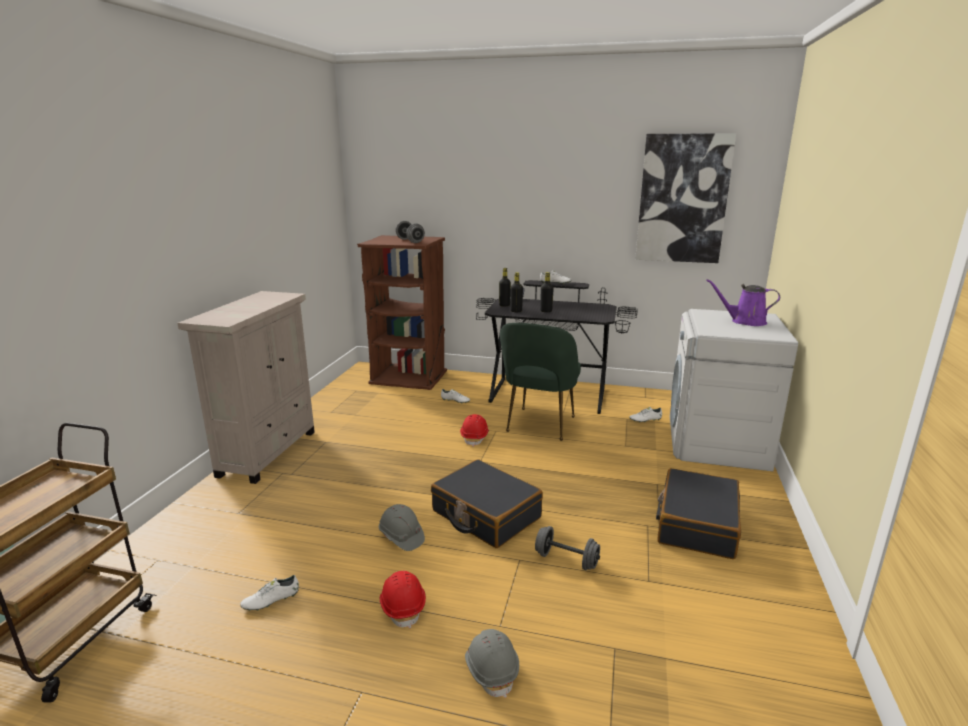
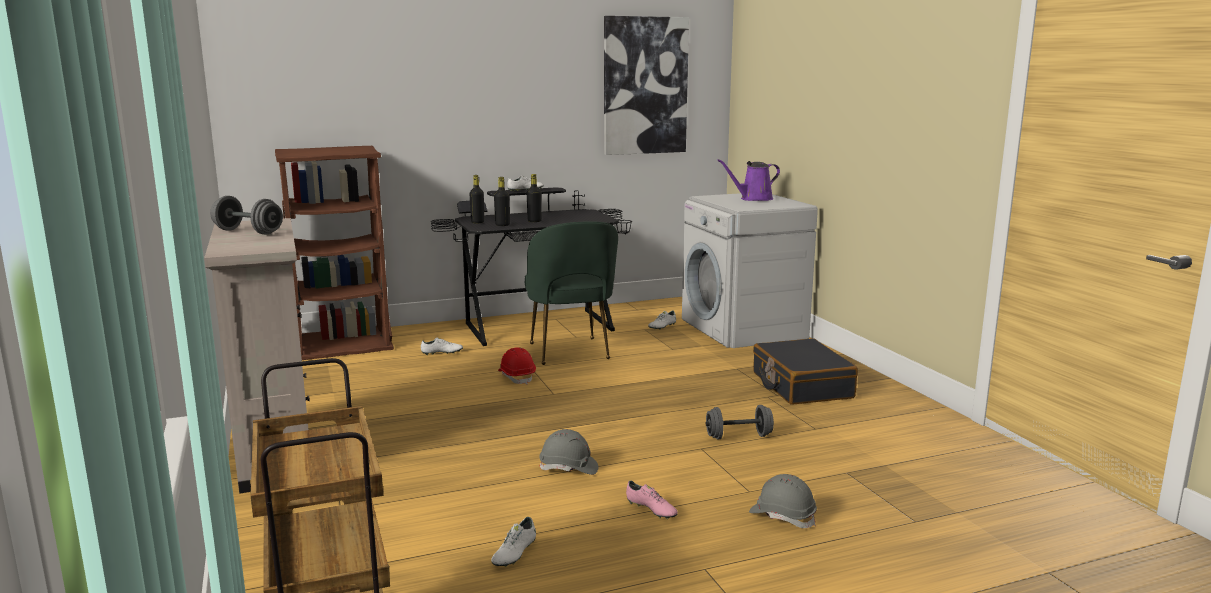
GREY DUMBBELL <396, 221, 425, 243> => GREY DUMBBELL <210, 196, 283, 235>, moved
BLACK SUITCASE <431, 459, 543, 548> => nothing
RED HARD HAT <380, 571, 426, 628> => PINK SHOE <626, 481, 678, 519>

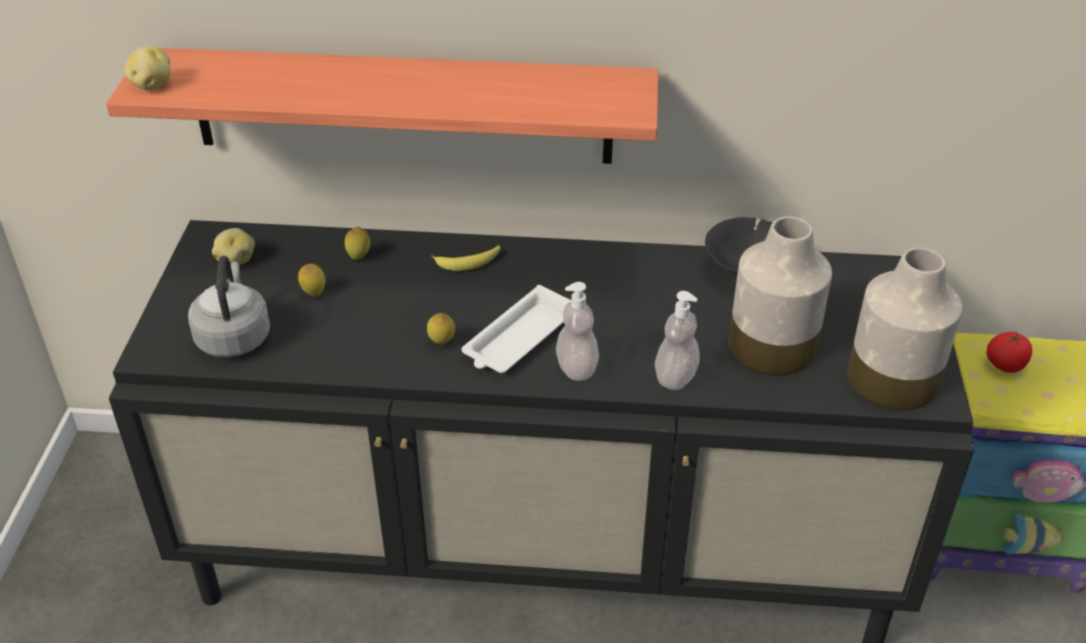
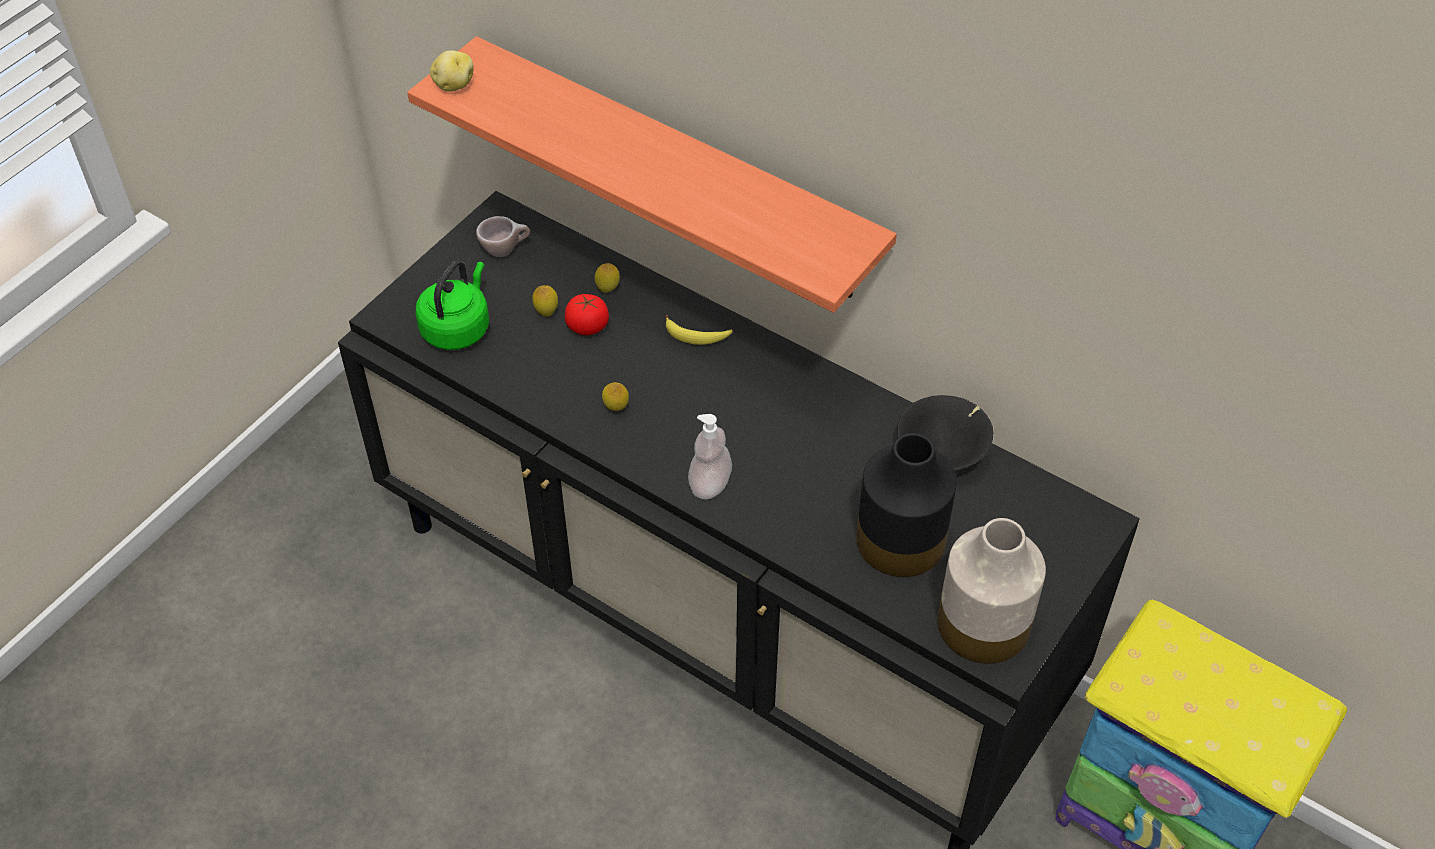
BEIGE VASE <729, 216, 832, 375> => BLACK VASE <856, 433, 956, 577>
POTATO <212, 228, 255, 265> => BEIGE CUP <476, 216, 530, 257>
GREY KETTLE <188, 256, 270, 357> => GREEN KETTLE <415, 260, 489, 350>
WHITE TRAY <462, 285, 571, 373> => nothing
SOAP DISPENSER <655, 291, 700, 390> => nothing
TOMATO <986, 332, 1032, 373> => TOMATO <565, 294, 609, 335>, moved

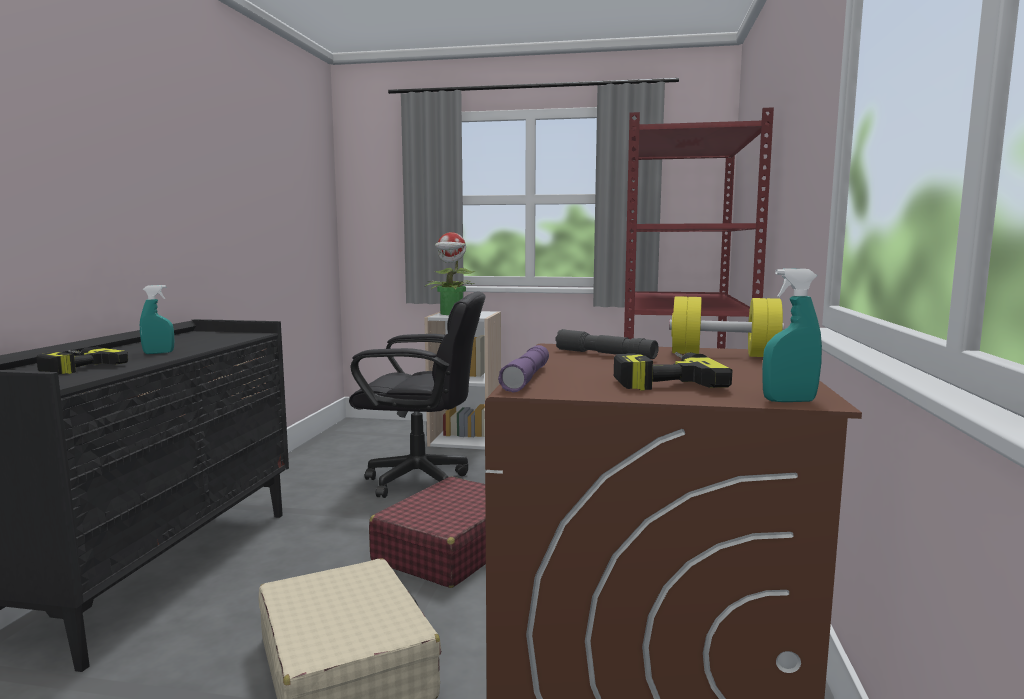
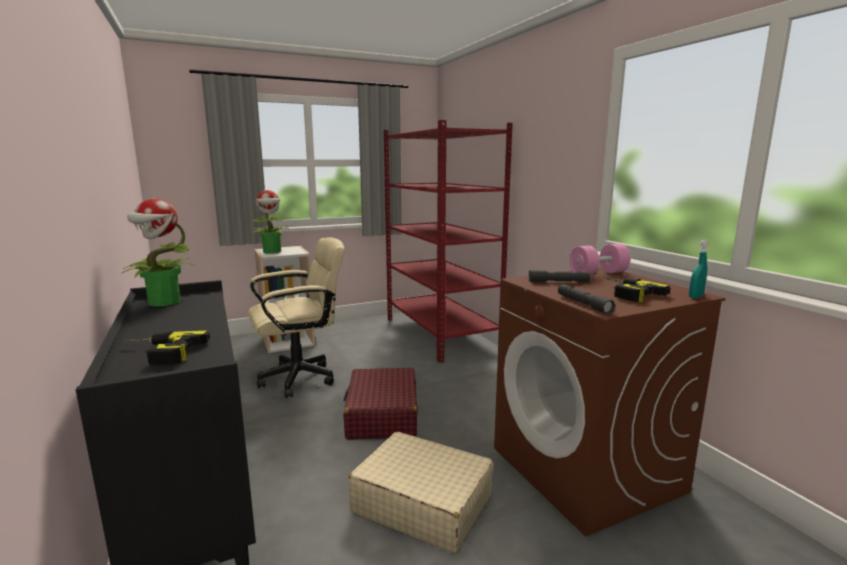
TURQUOISE SPRAY BOTTLE <140, 285, 174, 354> => nothing
BLACK OFFICE CHAIR <349, 292, 485, 498> => BEIGE OFFICE CHAIR <248, 237, 345, 398>
YELLOW DUMBBELL <669, 296, 784, 357> => PINK DUMBBELL <569, 243, 631, 275>
PURPLE FLASHLIGHT <498, 345, 549, 393> => GREY FLASHLIGHT <558, 284, 615, 314>
nothing => POTTED PLANT <121, 199, 194, 306>

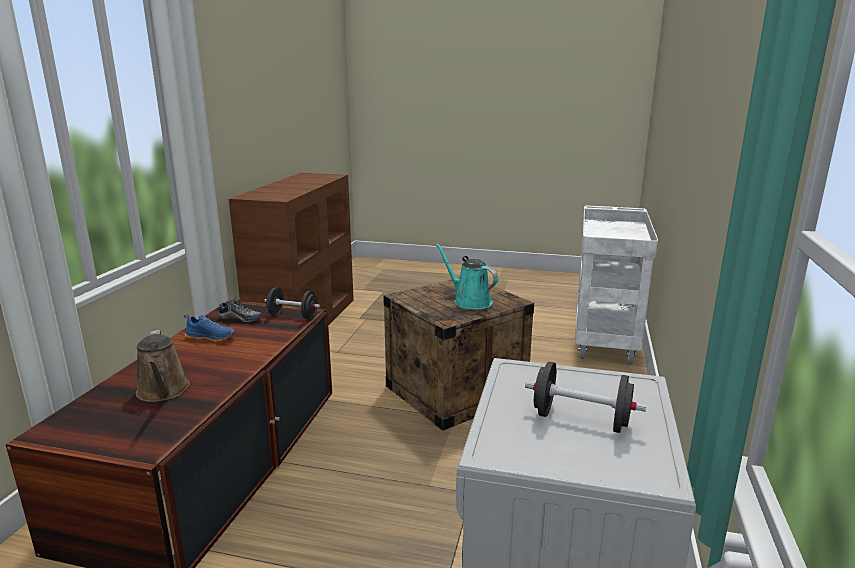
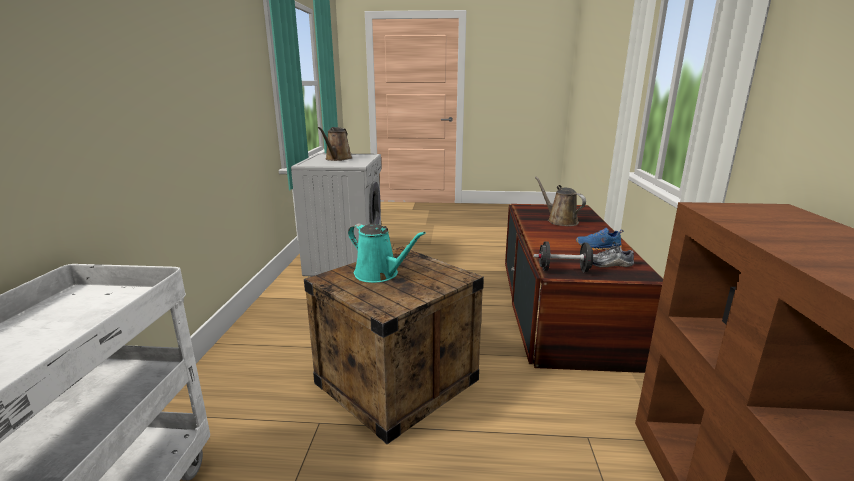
BLACK DUMBBELL <525, 361, 646, 433> => BROWN WATERING CAN <318, 127, 353, 161>

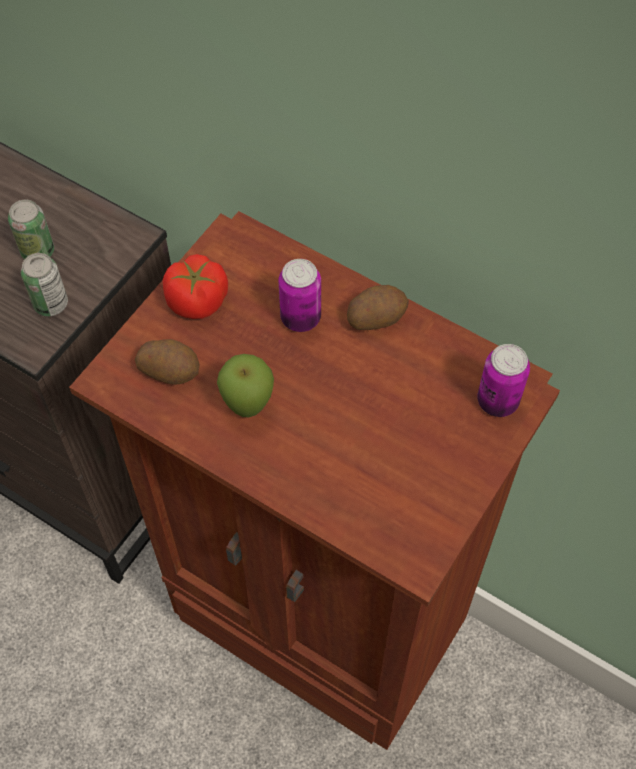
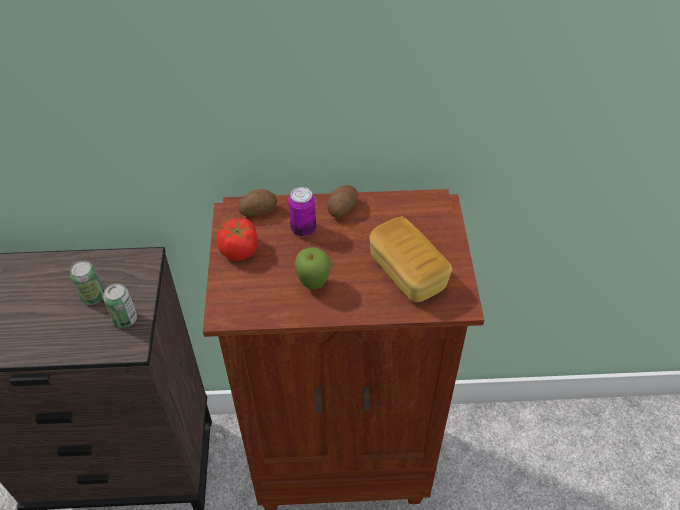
POTATO <135, 339, 200, 385> => POTATO <238, 189, 277, 217>, moved
CAN <477, 344, 530, 417> => nothing
nothing => BREAD <369, 217, 452, 303>

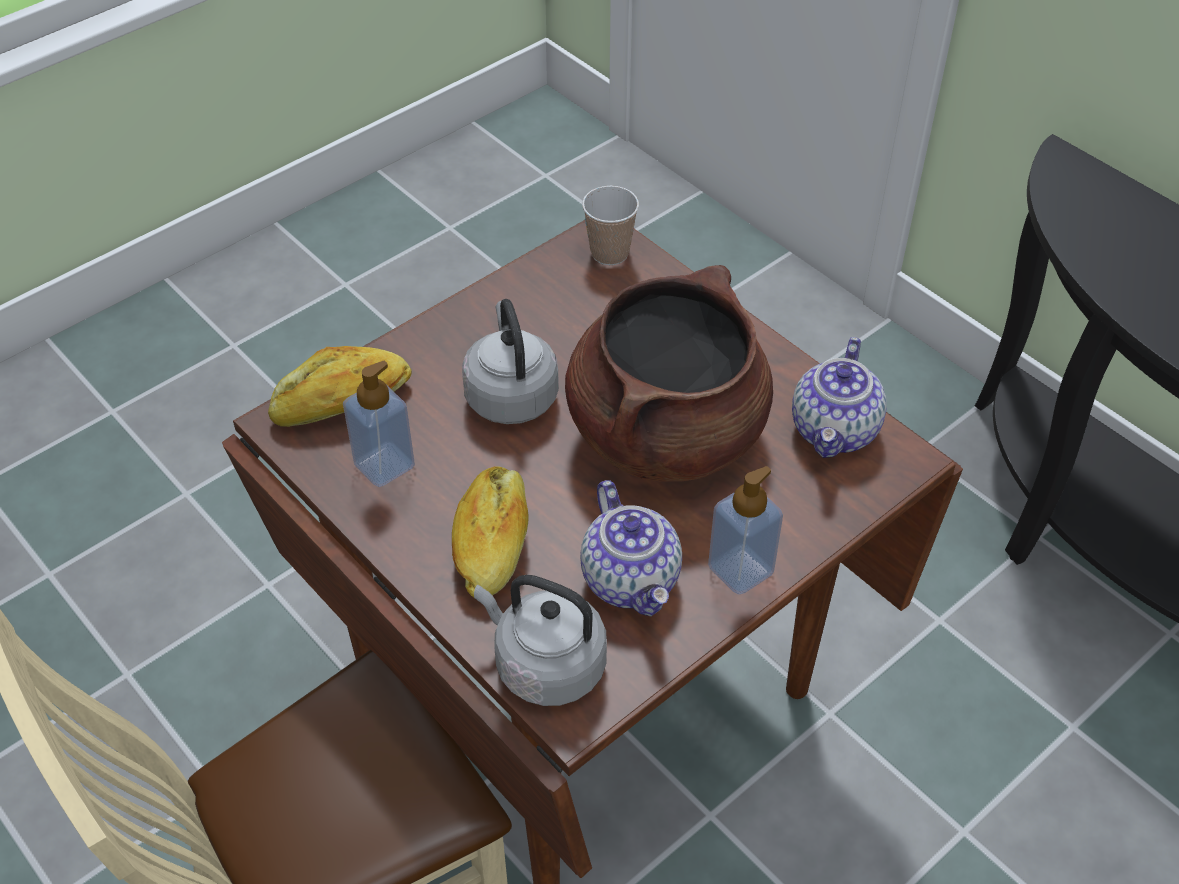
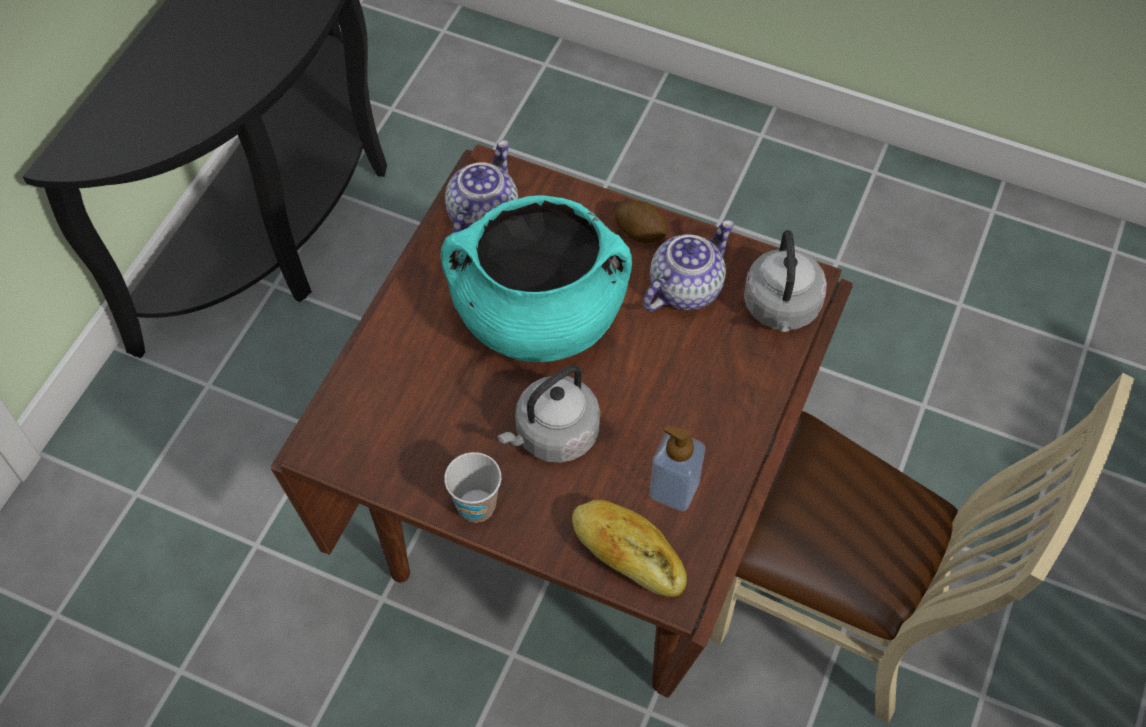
CUP <582, 186, 639, 265> => CUP <444, 452, 501, 523>, moved
BROWN COOKING POT <565, 265, 773, 481> => TURQUOISE COOKING POT <441, 195, 632, 362>
TEAPOT <792, 337, 887, 458> => TEAPOT <445, 140, 518, 233>, 60 degrees counterclockwise
BREAD <452, 466, 529, 597> => nothing
SOAP DISPENSER <708, 466, 783, 594> => POTATO <614, 200, 668, 243>

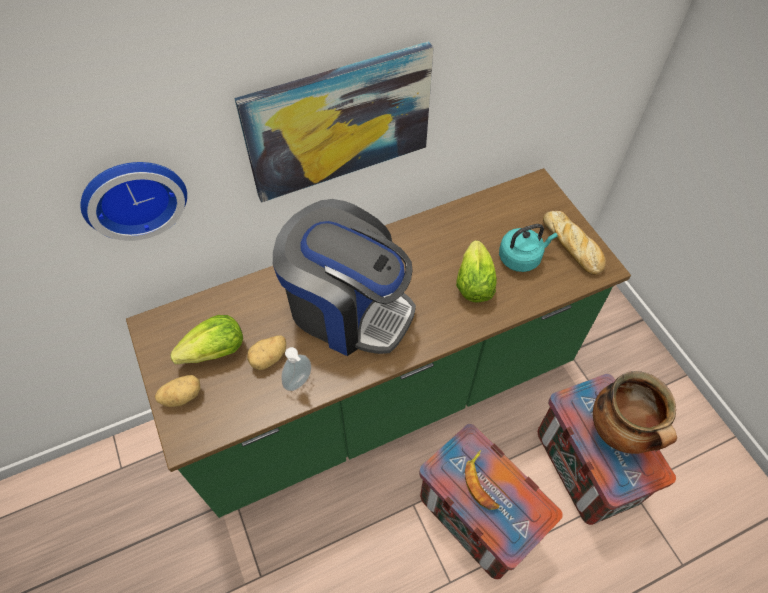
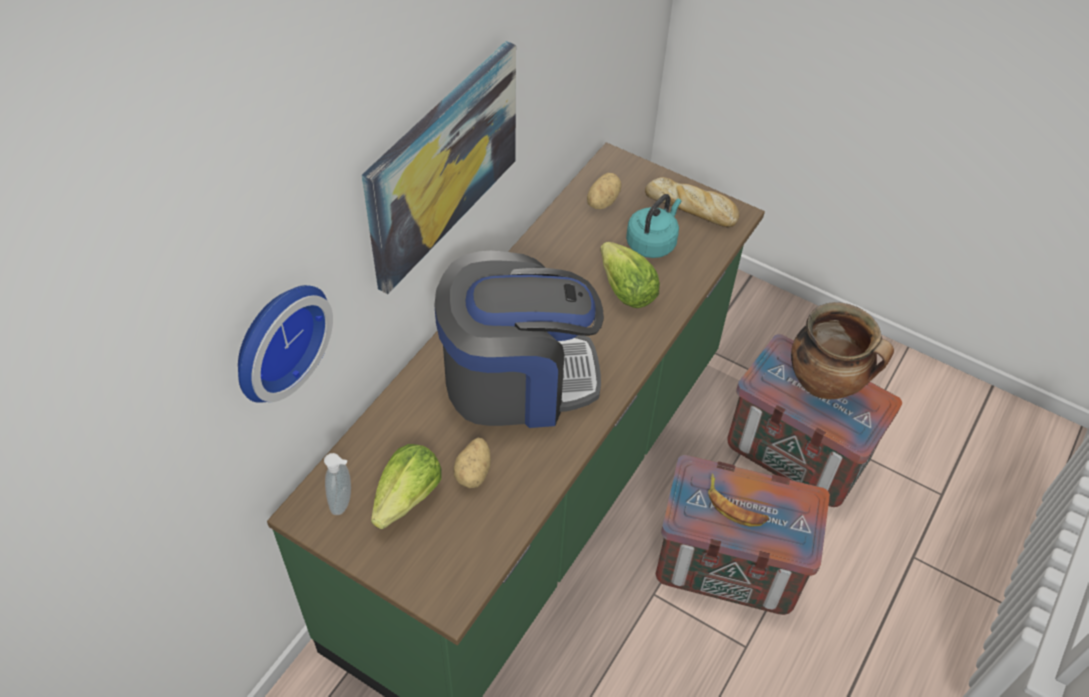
SOAP DISPENSER <281, 347, 311, 391> => SOAP DISPENSER <324, 453, 351, 515>, moved
POTATO <155, 375, 200, 407> => POTATO <587, 173, 621, 209>, moved

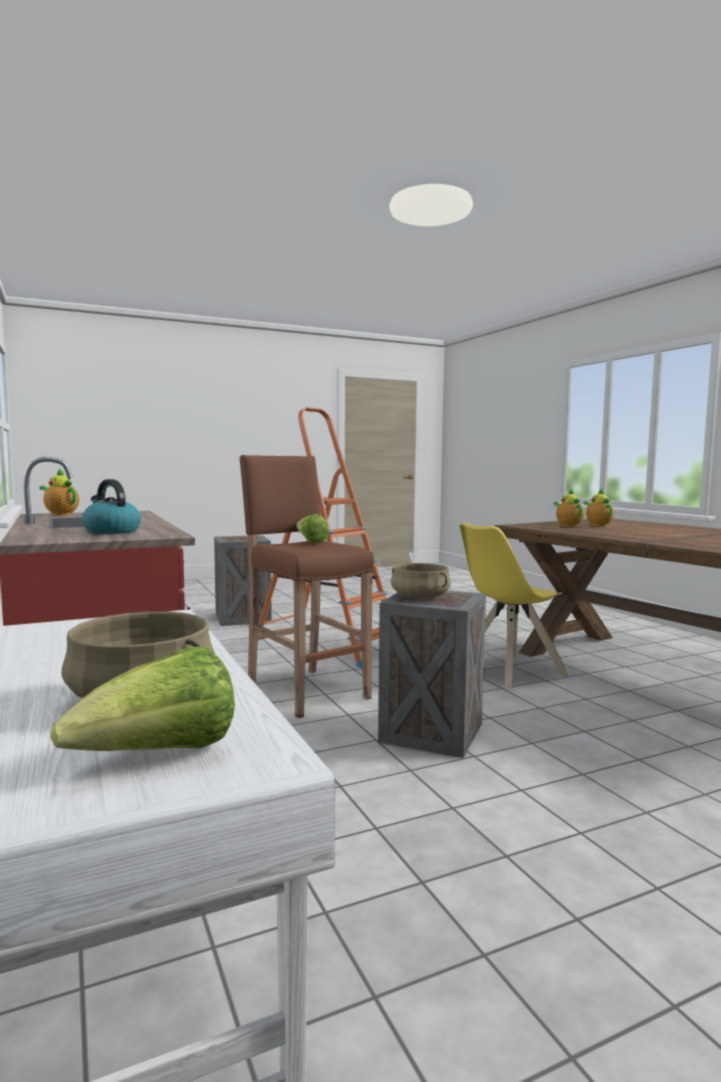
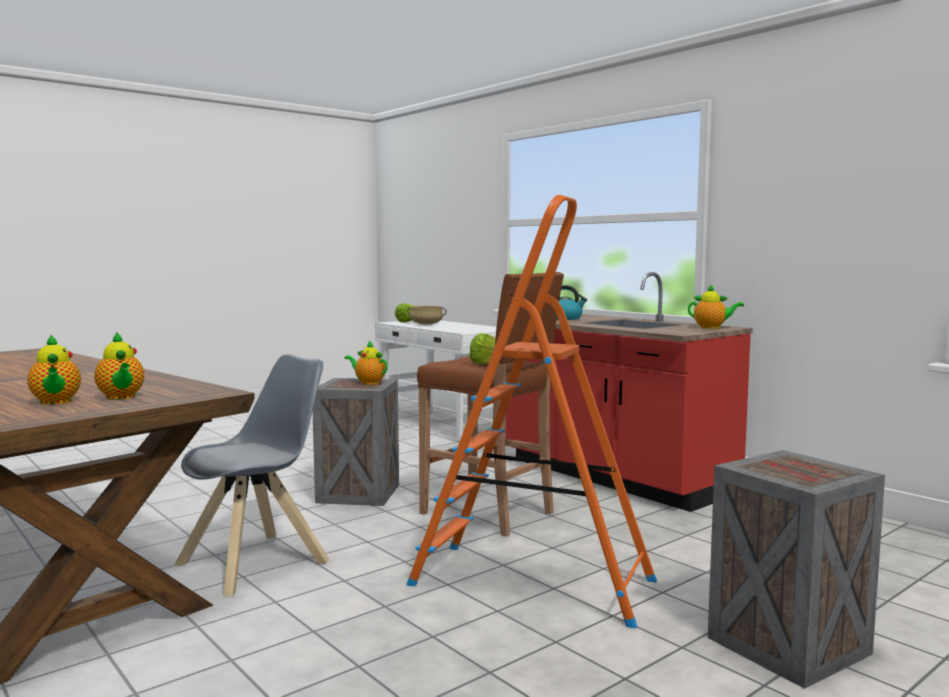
YELLOW CHAIR <460, 522, 569, 690> => GREY CHAIR <174, 354, 329, 596>
BEIGE COOKING POT <391, 563, 451, 599> => TEAPOT <345, 341, 388, 385>

